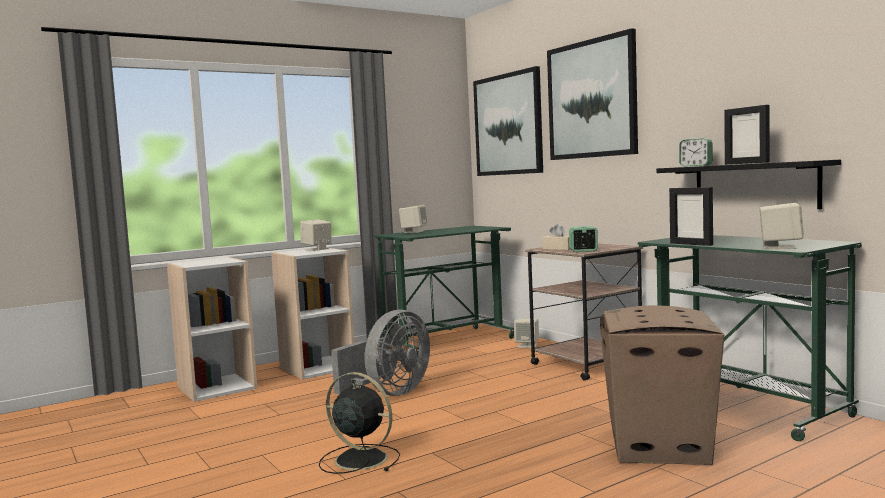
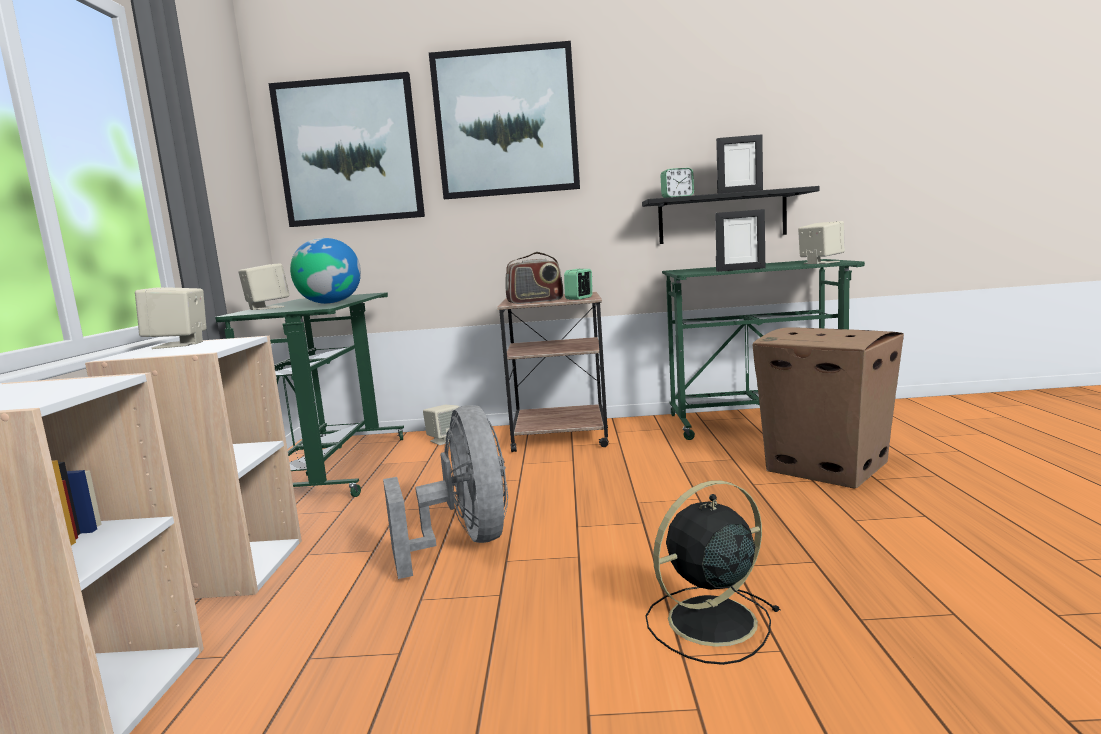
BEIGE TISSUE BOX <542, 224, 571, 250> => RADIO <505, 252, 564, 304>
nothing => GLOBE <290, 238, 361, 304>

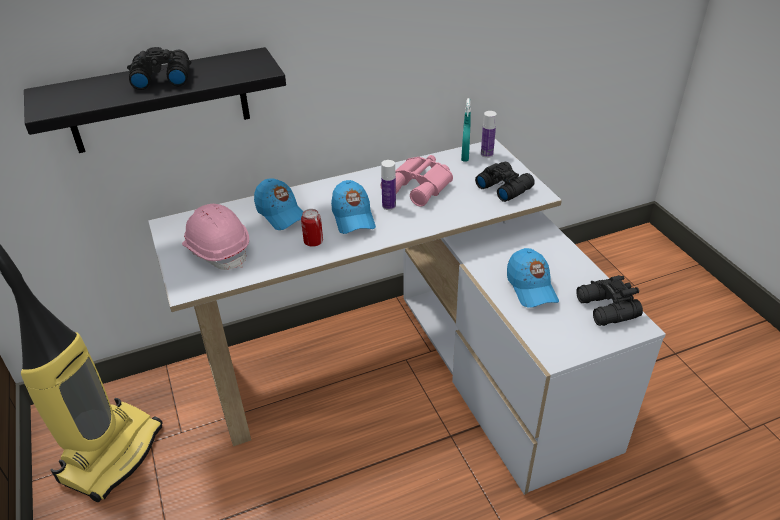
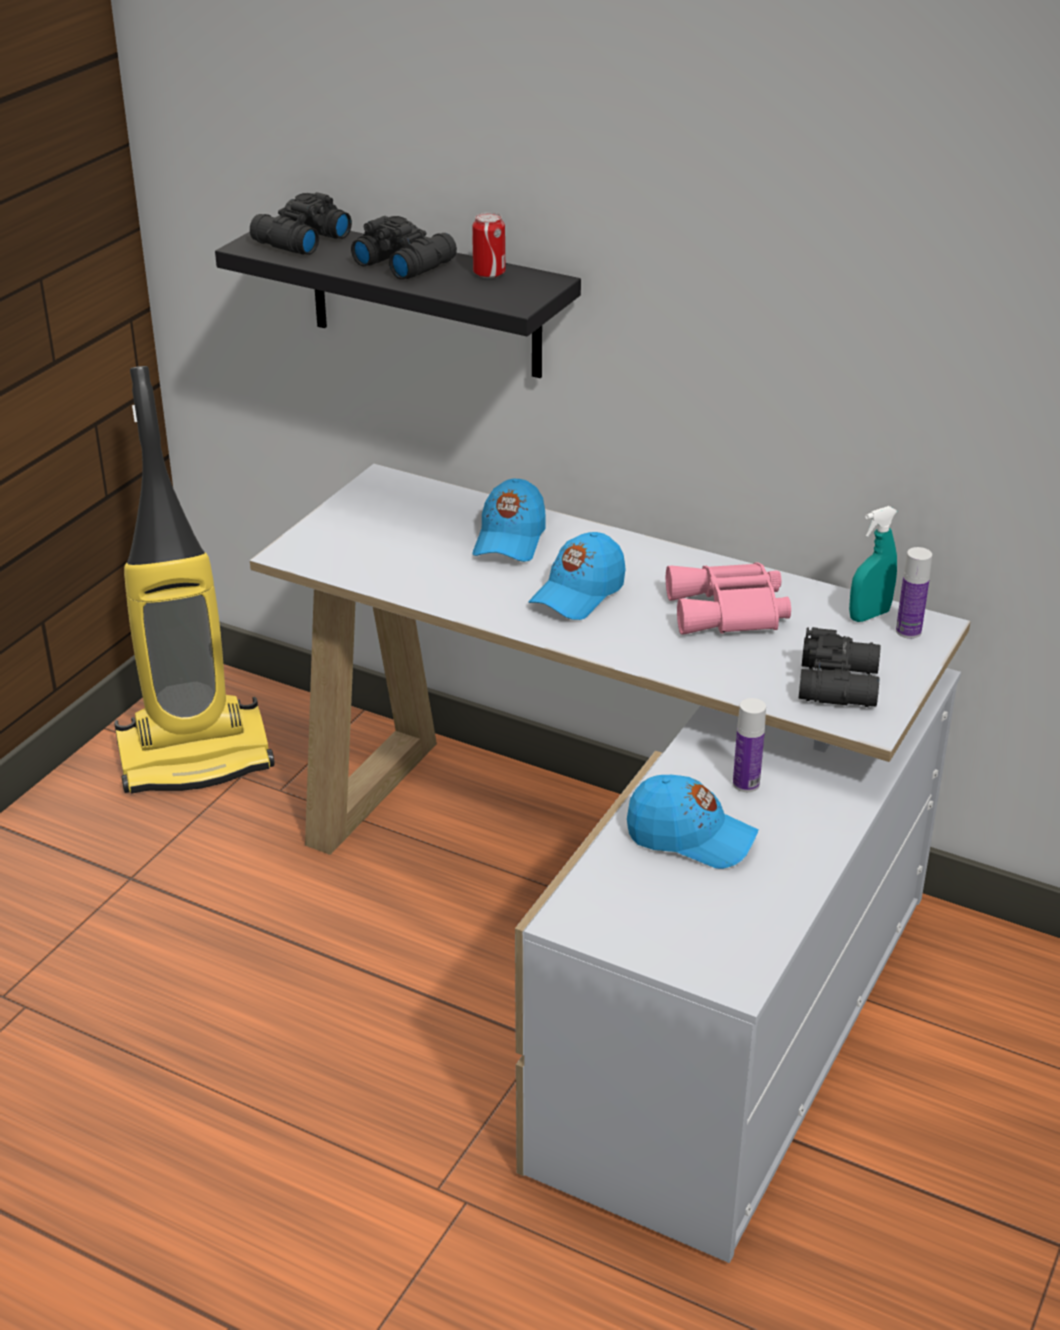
BOTTLE <381, 160, 396, 210> => BOTTLE <733, 698, 766, 792>, moved
PINK HARD HAT <182, 204, 249, 270> => nothing
CAN <301, 209, 323, 247> => CAN <472, 212, 505, 278>, moved
BLUE CAP <507, 248, 559, 308> => BLUE CAP <627, 775, 758, 869>, 105 degrees counterclockwise
BLACK BINOCULARS <576, 275, 643, 326> => BLACK BINOCULARS <250, 192, 352, 255>, moved

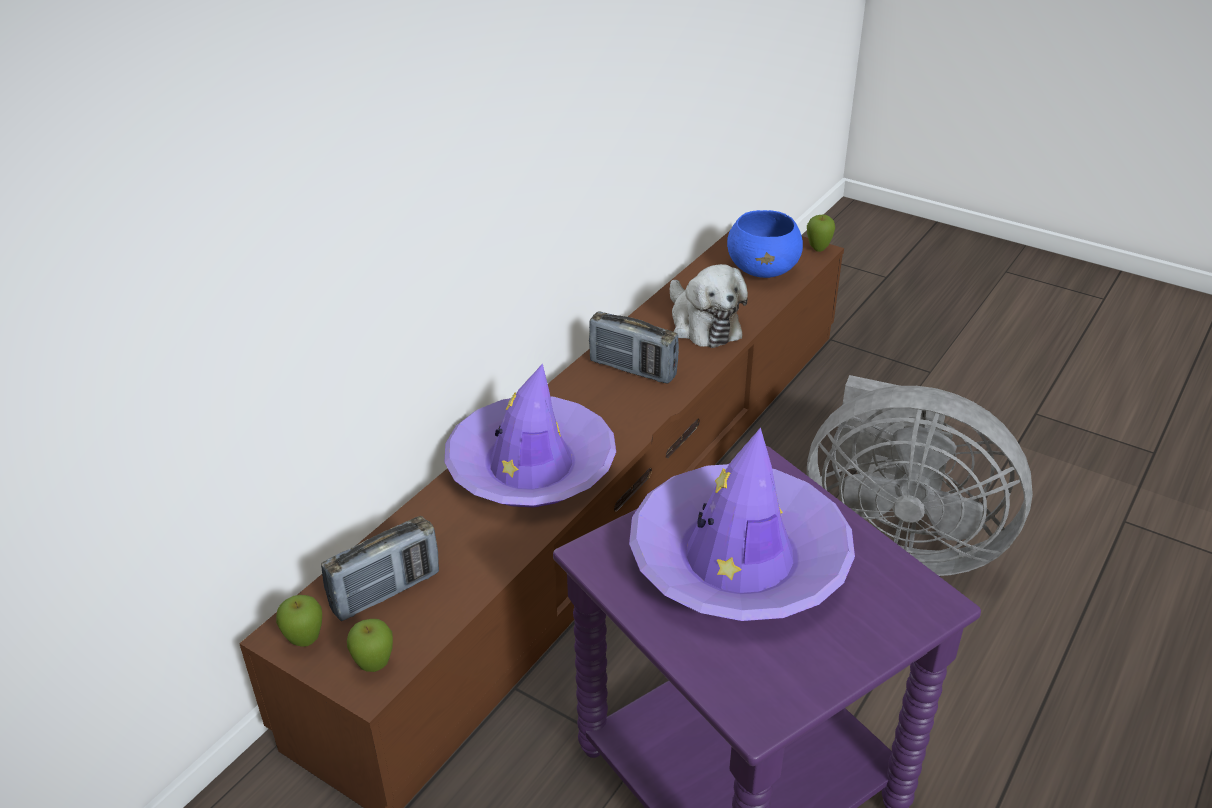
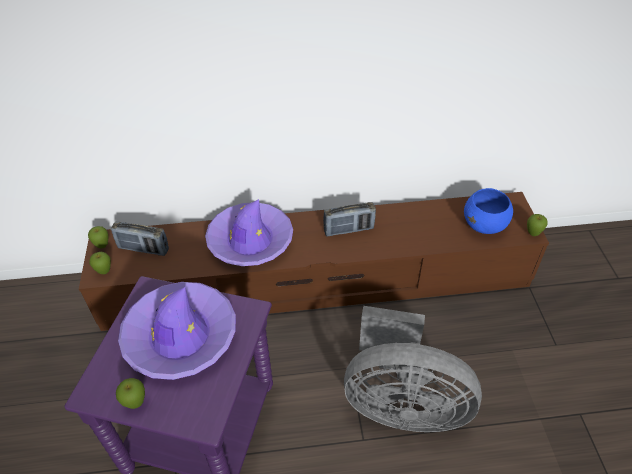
PLUSH TOY <670, 264, 748, 348> => nothing
RADIO <589, 311, 679, 384> => RADIO <323, 202, 376, 236>, 90 degrees counterclockwise
GREY FAN <807, 375, 1033, 576> => GREY FAN <344, 306, 482, 432>, 60 degrees counterclockwise
nothing => APPLE <116, 378, 145, 409>

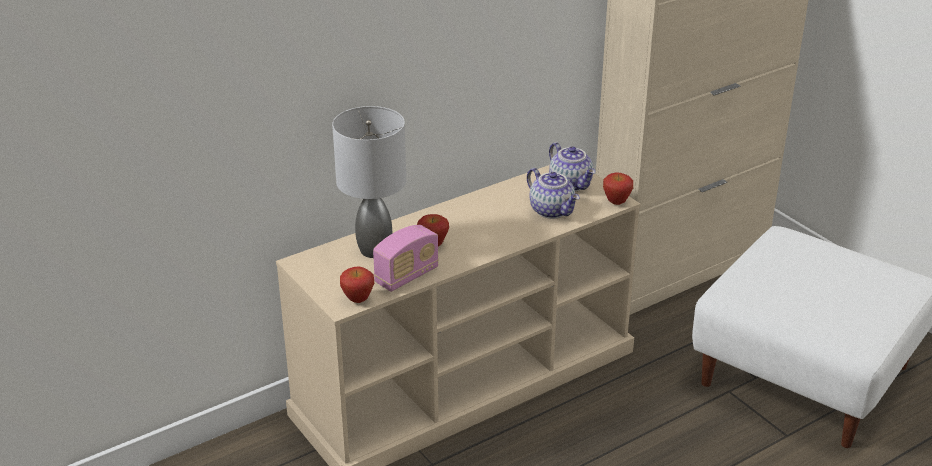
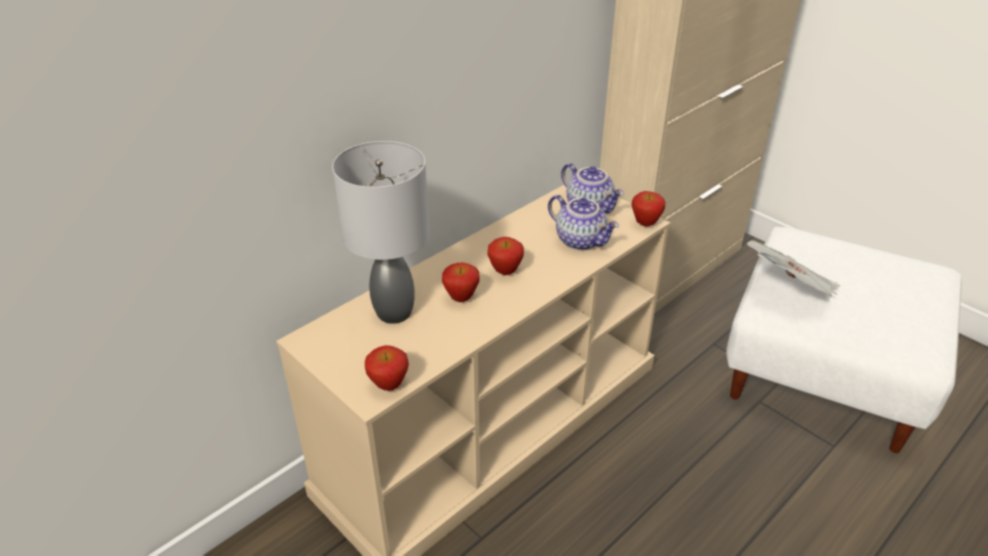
RADIO <373, 225, 439, 292> => nothing
nothing => APPLE <487, 237, 524, 275>
nothing => NEWSPAPER <747, 240, 840, 296>

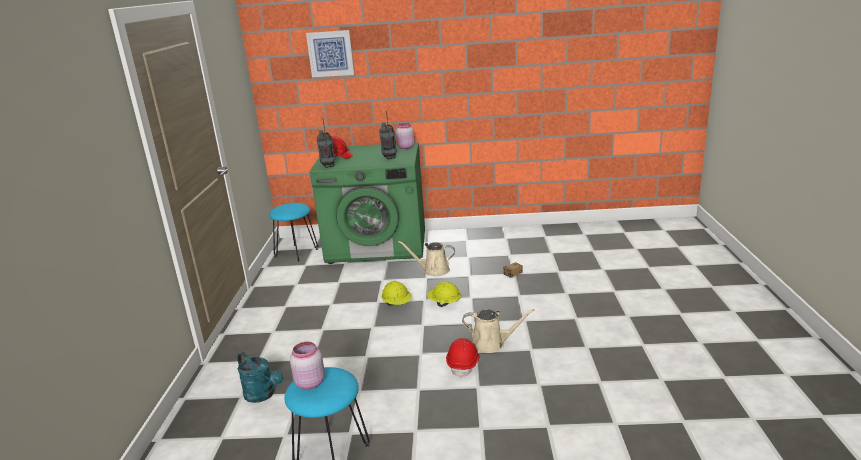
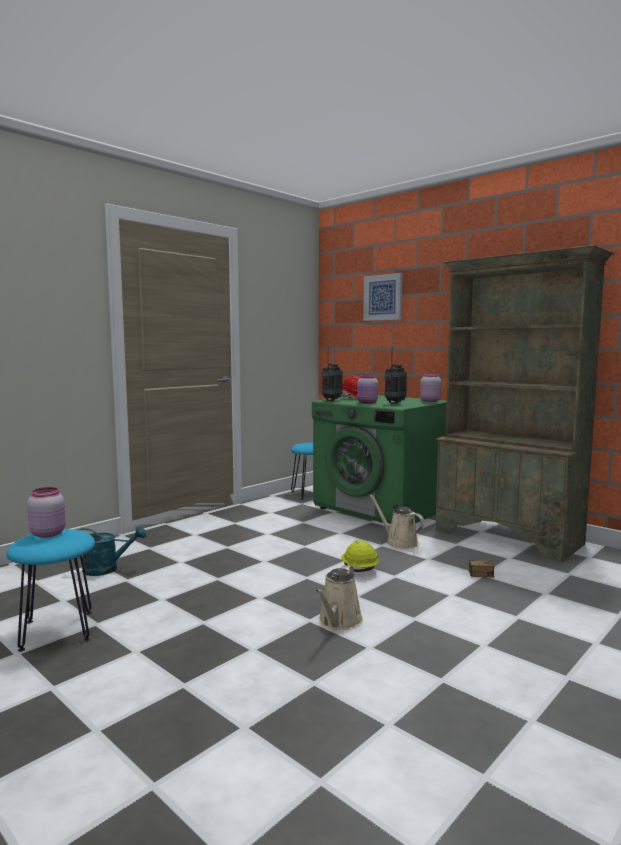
YELLOW HARD HAT <382, 281, 412, 306> => nothing
BEIGE WATERING CAN <462, 309, 535, 353> => BEIGE WATERING CAN <316, 565, 363, 630>, 60 degrees clockwise
RED HARD HAT <446, 338, 480, 378> => nothing
TURQUOISE WATERING CAN <237, 352, 283, 403> => TURQUOISE WATERING CAN <79, 525, 146, 576>, 90 degrees counterclockwise
nothing => GREEN BOOKCASE <435, 245, 615, 562>
nothing => PINK JAR <357, 375, 378, 404>

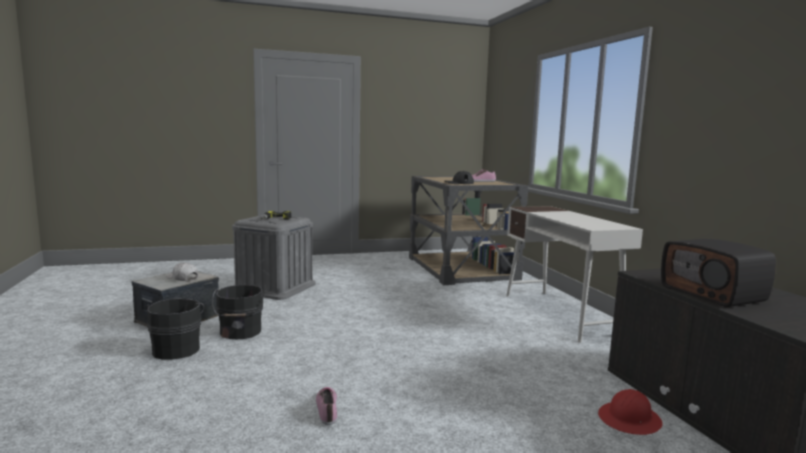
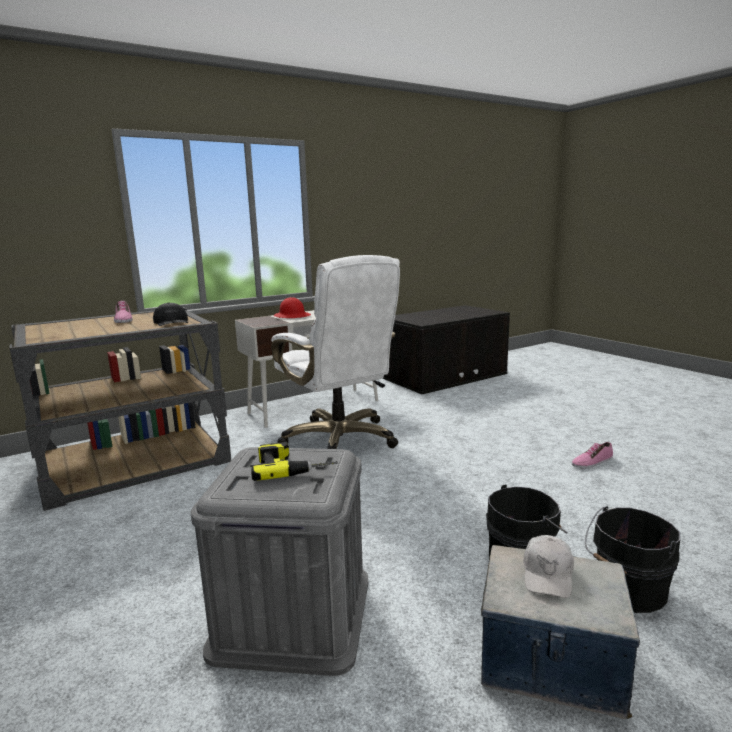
RADIO <661, 239, 776, 307> => nothing
RED HARD HAT <598, 389, 663, 435> => RED HARD HAT <274, 297, 311, 318>, moved
nothing => WHITE OFFICE CHAIR <271, 255, 400, 449>

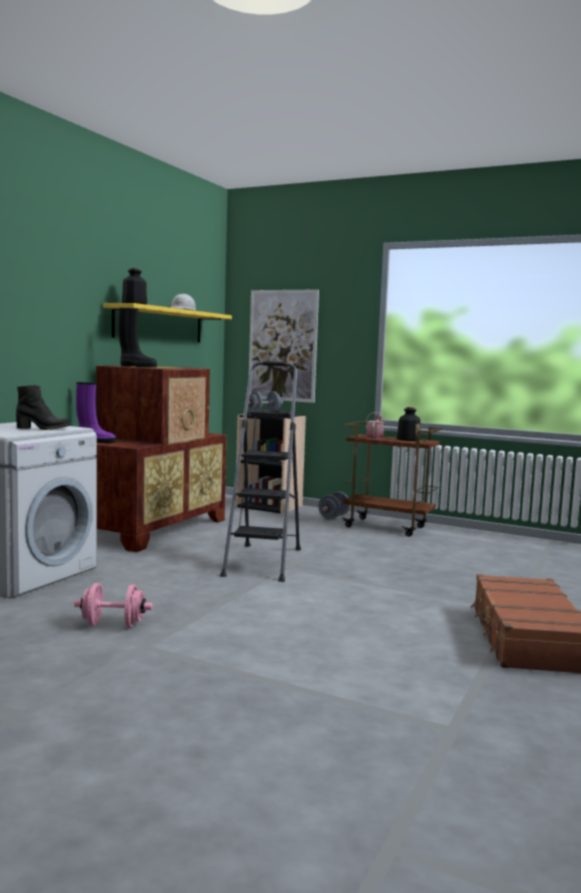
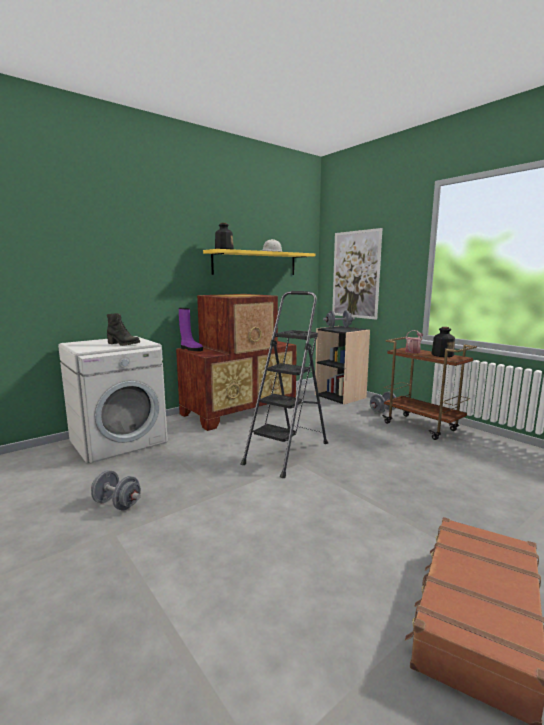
BLACK BOOT <118, 308, 157, 368> => nothing
PINK DUMBBELL <74, 583, 153, 627> => GREY DUMBBELL <91, 470, 141, 510>

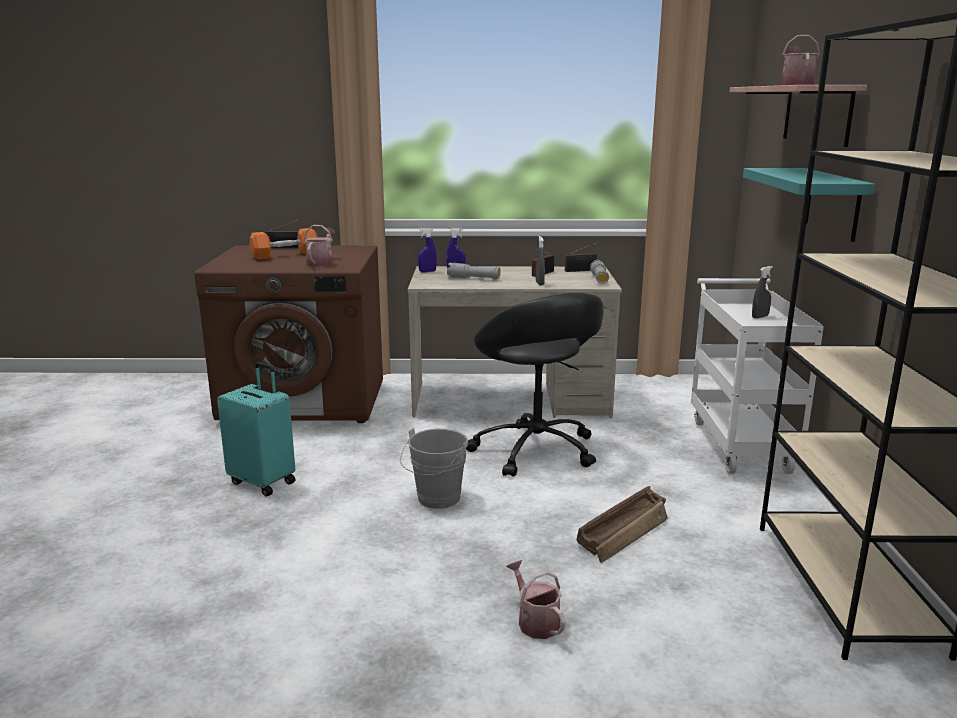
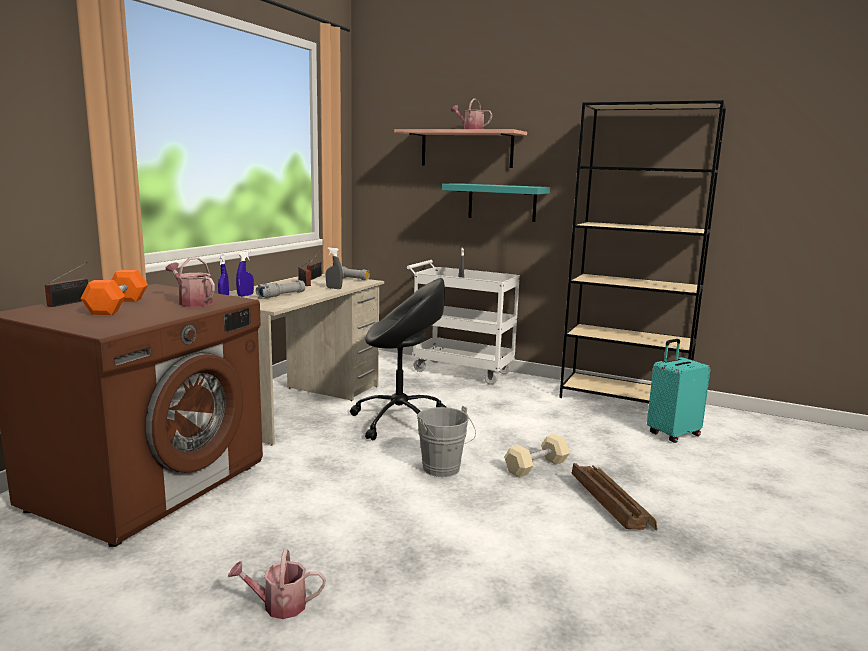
TURQUOISE SUITCASE <217, 362, 295, 496> => TURQUOISE SUITCASE <647, 339, 711, 443>, moved
CRATE <576, 486, 668, 563> => CRATE <572, 463, 658, 531>, moved
WATERING CAN <506, 560, 565, 639> => WATERING CAN <228, 549, 326, 619>, moved
nothing => BEIGE DUMBBELL <504, 434, 570, 478>

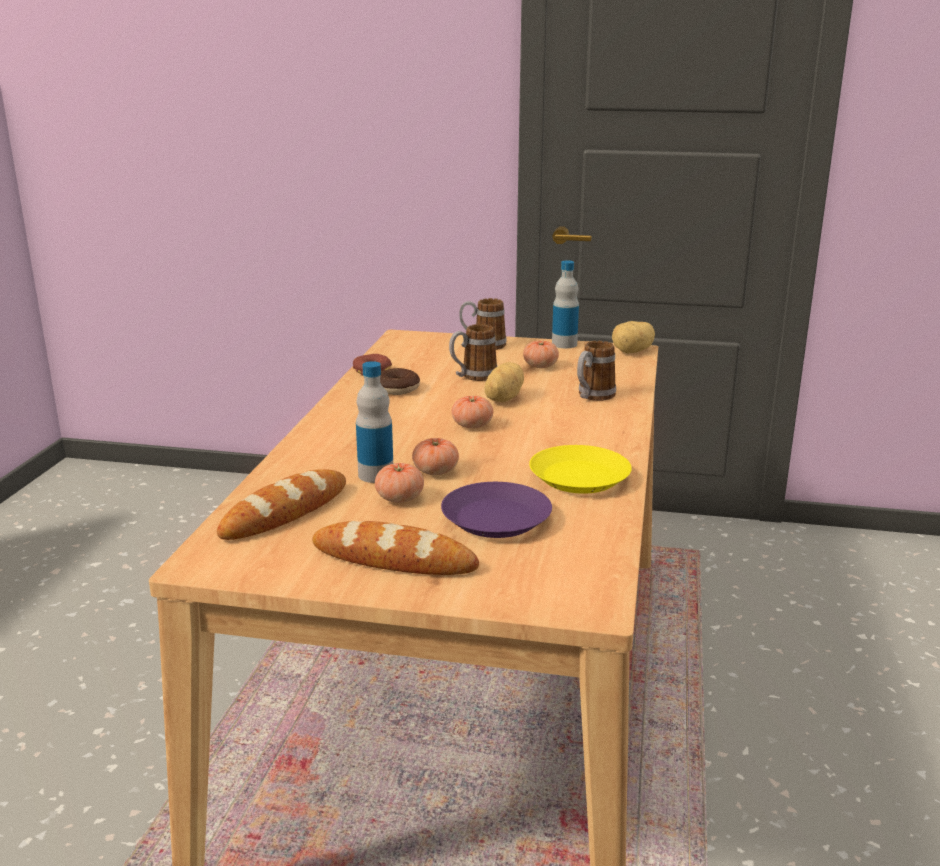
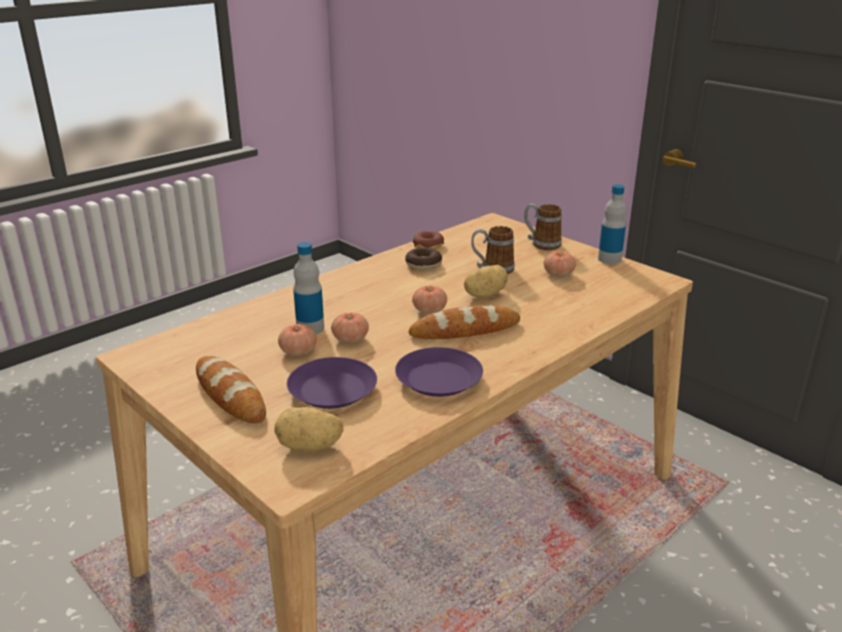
POTATO <612, 321, 655, 353> => POTATO <274, 407, 344, 452>, moved
MUG <577, 341, 616, 401> => nothing
YELLOW PLATE <529, 445, 632, 494> => PURPLE PLATE <395, 347, 483, 397>
BREAD <217, 469, 346, 540> => BREAD <409, 305, 520, 339>, moved

